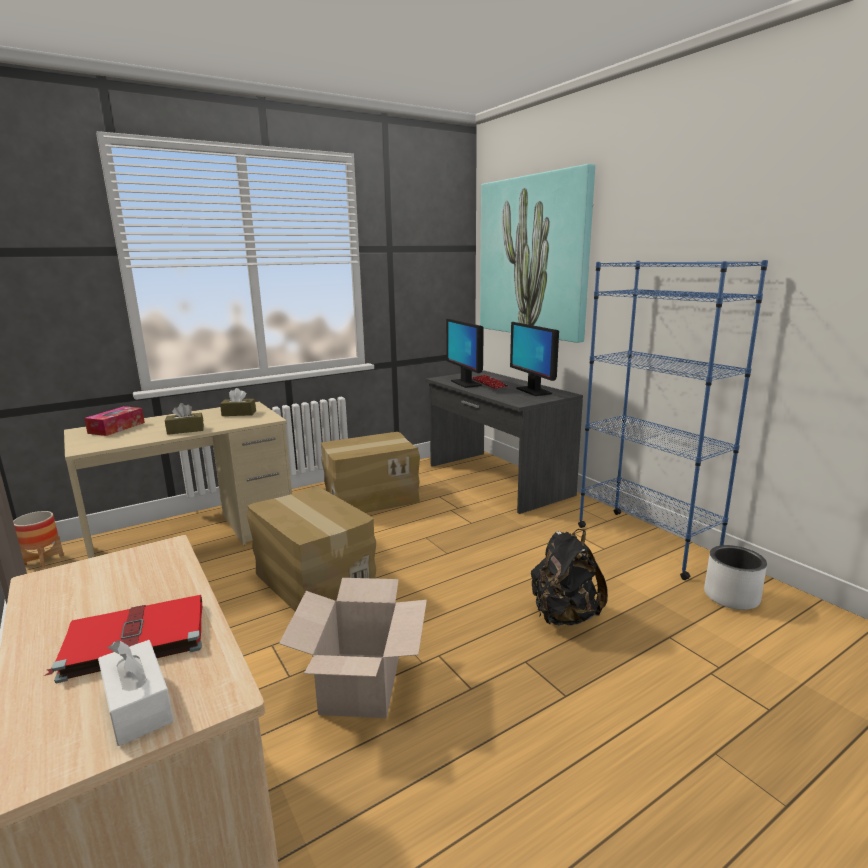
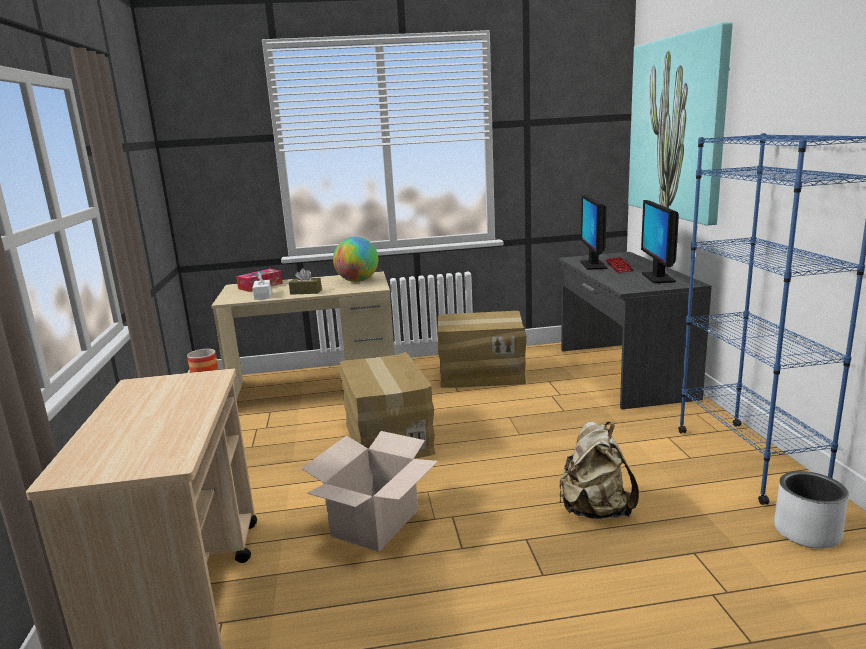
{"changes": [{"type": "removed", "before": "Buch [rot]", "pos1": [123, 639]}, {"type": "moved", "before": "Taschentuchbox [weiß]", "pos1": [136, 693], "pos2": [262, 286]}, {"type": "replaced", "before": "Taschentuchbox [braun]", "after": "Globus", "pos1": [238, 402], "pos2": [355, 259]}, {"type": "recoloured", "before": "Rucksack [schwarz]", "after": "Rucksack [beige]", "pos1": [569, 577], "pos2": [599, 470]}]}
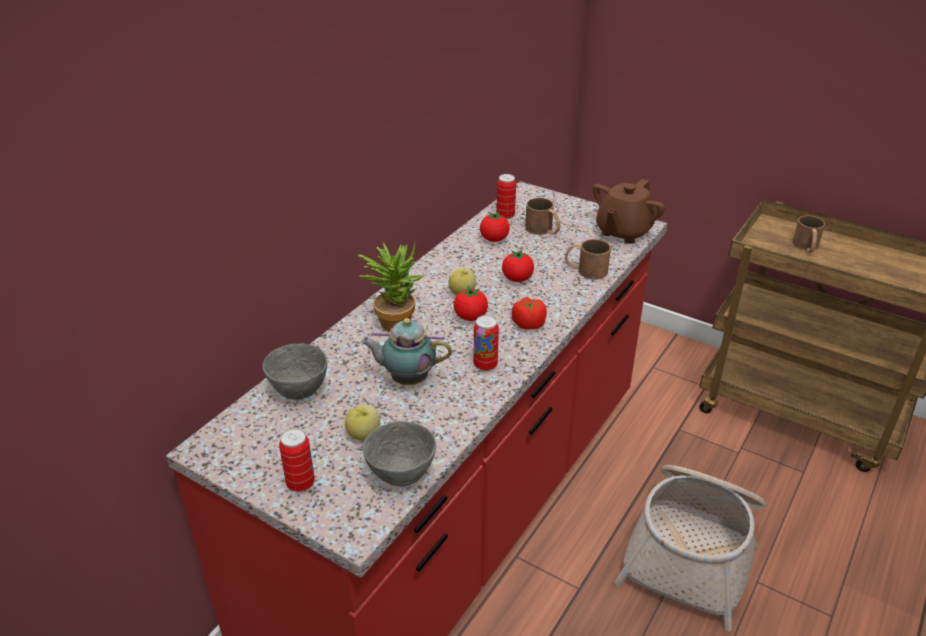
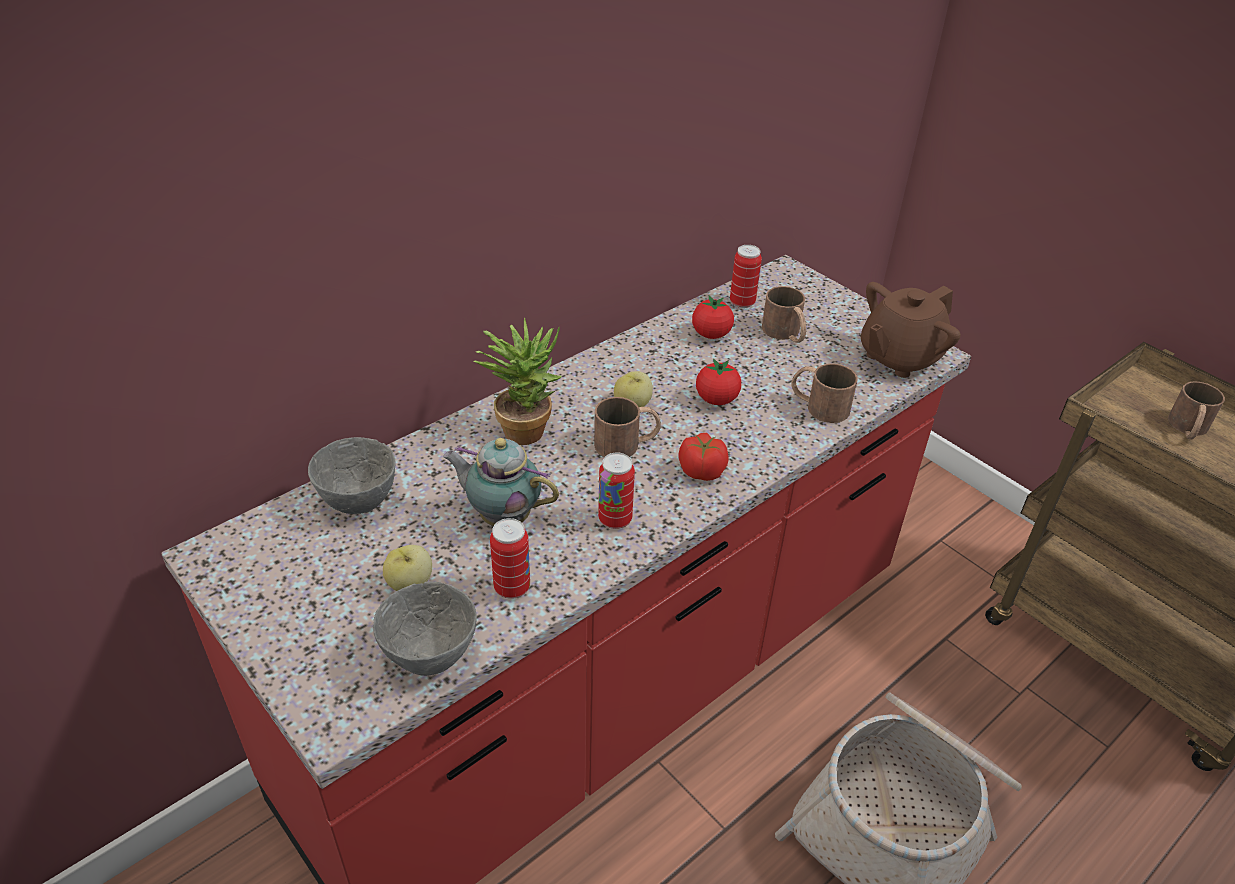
{"changes": [{"type": "moved", "before": "Dose", "pos1": [297, 460], "pos2": [510, 558]}, {"type": "replaced", "before": "Tomate", "after": "Henkelbecher [braun]", "pos1": [471, 303], "pos2": [627, 427]}]}
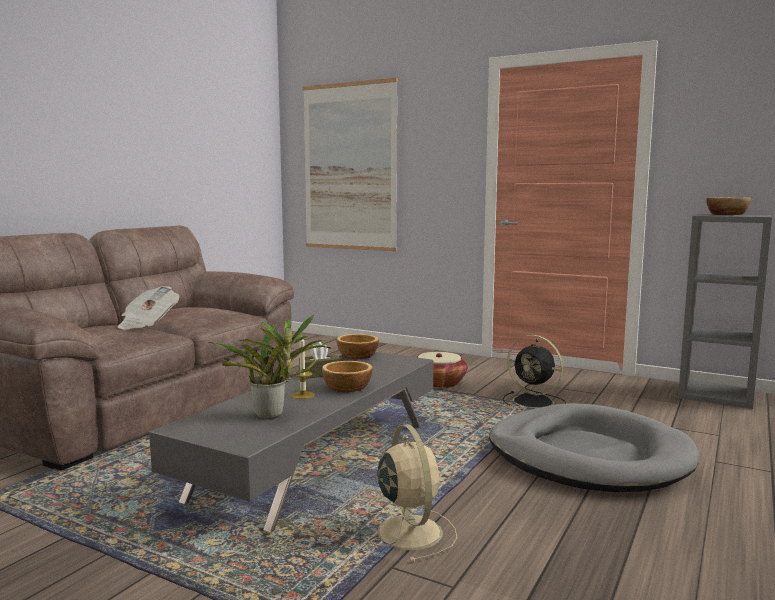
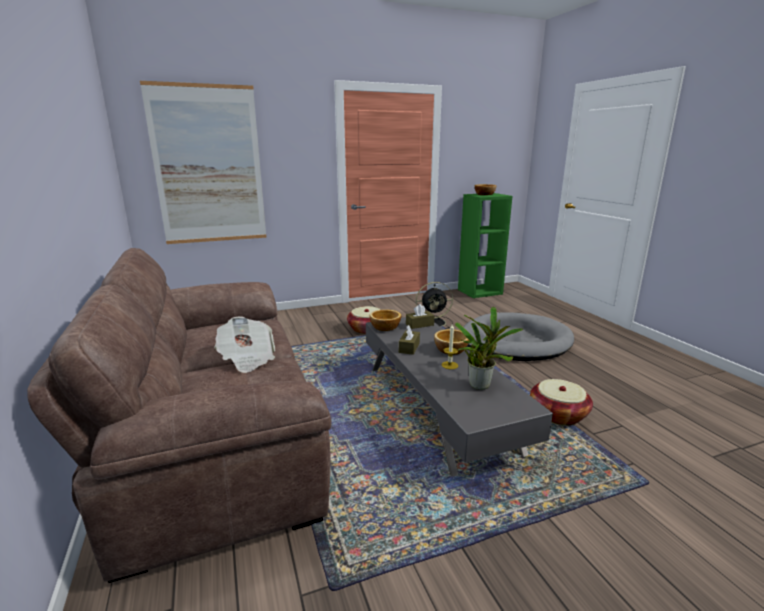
{"changes": [{"type": "replaced", "before": "Ventilator [beige]", "after": "Korb", "pos1": [410, 493], "pos2": [561, 402]}, {"type": "recoloured", "before": "Bücherregal [grau]", "after": "Bücherregal [grün]", "pos1": [725, 311], "pos2": [485, 245]}, {"type": "added", "after": "Taschentuchbox [braun]", "pos2": [420, 316]}]}
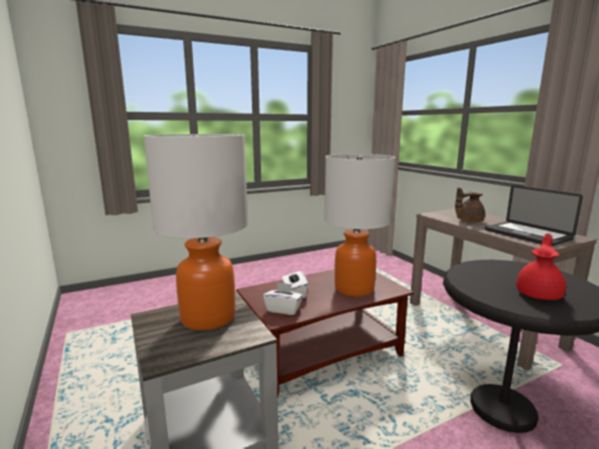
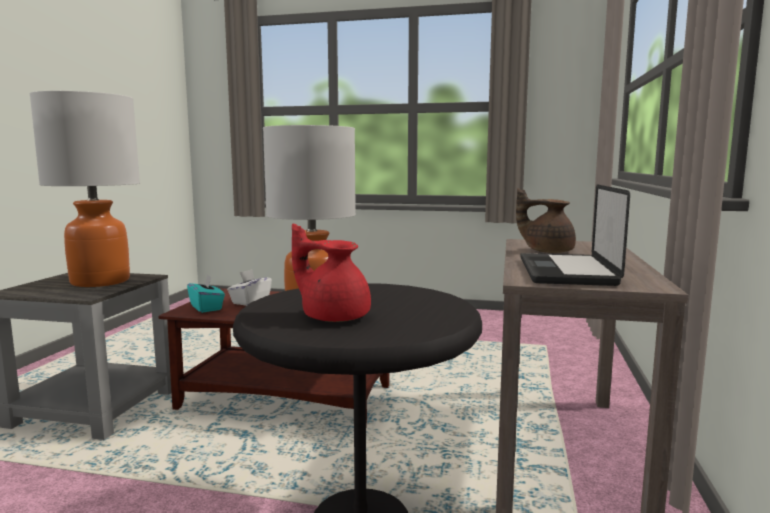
{"changes": [{"type": "recoloured", "before": "Taschentuchbox [weiß]", "after": "Taschentuchbox [türkis]", "pos1": [283, 298], "pos2": [206, 293]}, {"type": "turned", "before": "Teekanne [rot]", "pos1": [541, 266], "pos2": [331, 273], "turn": -135}]}
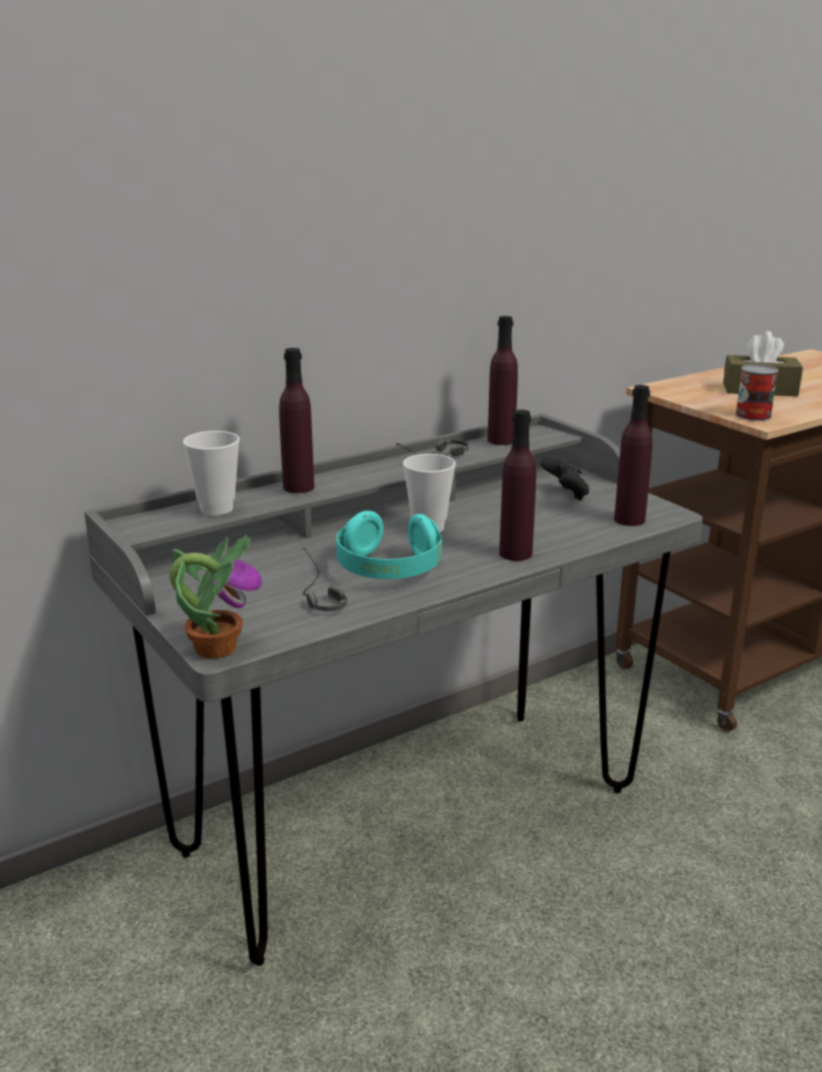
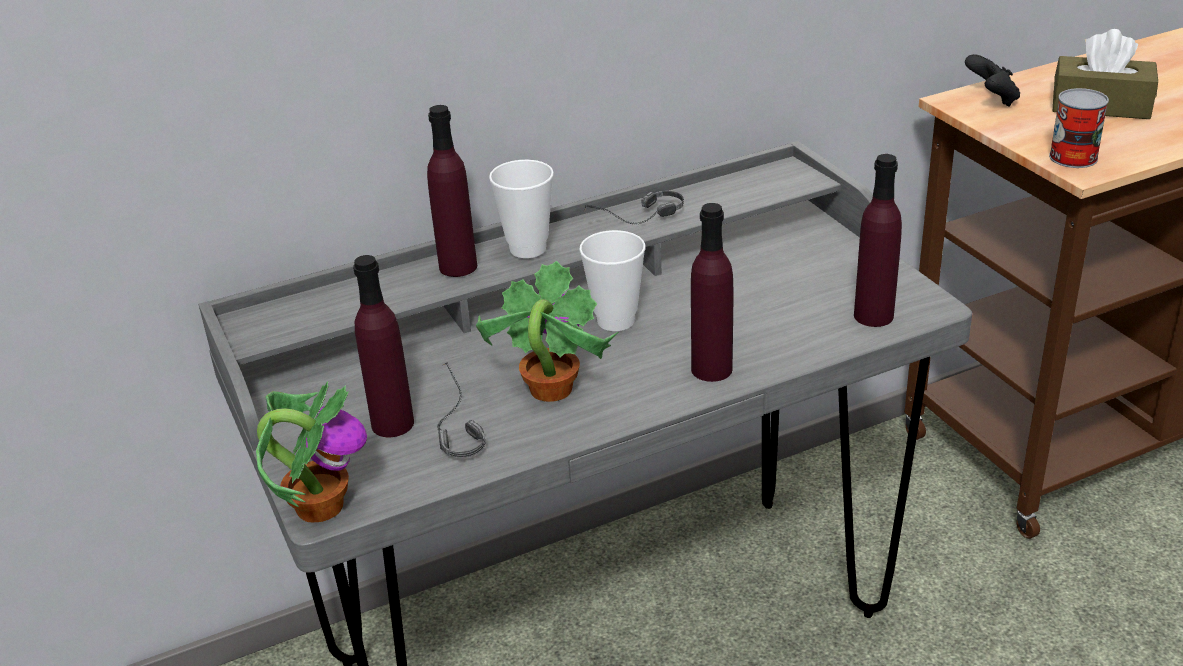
{"changes": [{"type": "moved", "before": "Tasse", "pos1": [211, 473], "pos2": [521, 209]}, {"type": "replaced", "before": "Kopfhörer [türkis]", "after": "Topfpflanze", "pos1": [389, 545], "pos2": [547, 331]}, {"type": "moved", "before": "Flasche [lila]", "pos1": [502, 380], "pos2": [383, 346]}, {"type": "moved", "before": "Gamepad [schwarz]", "pos1": [564, 479], "pos2": [992, 80]}]}
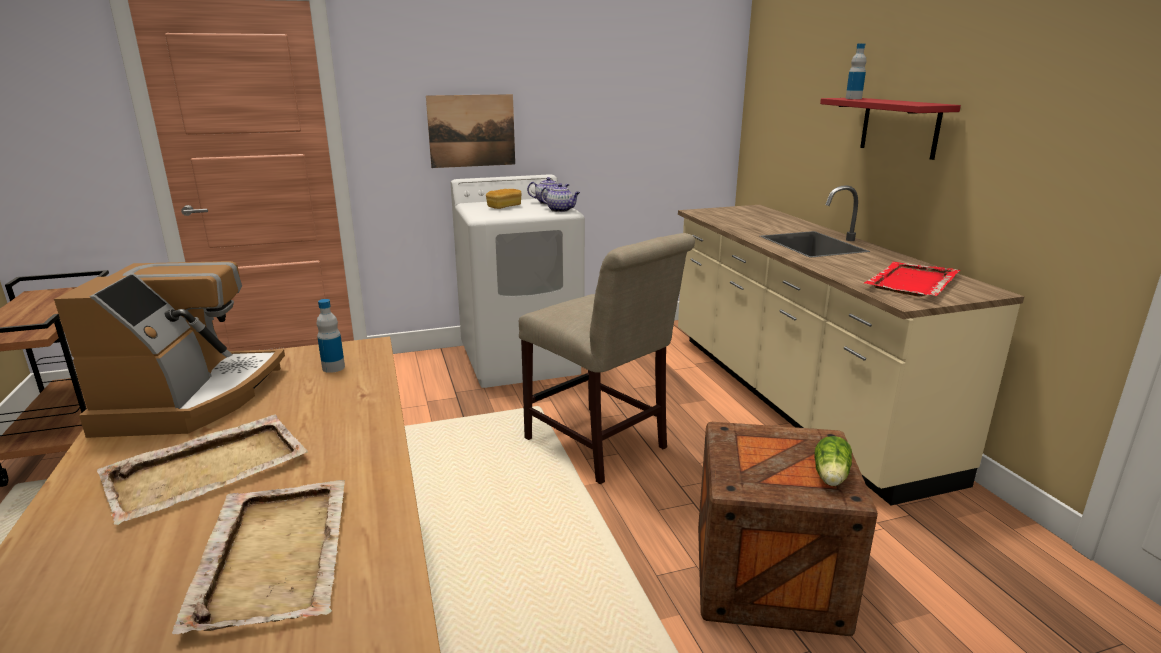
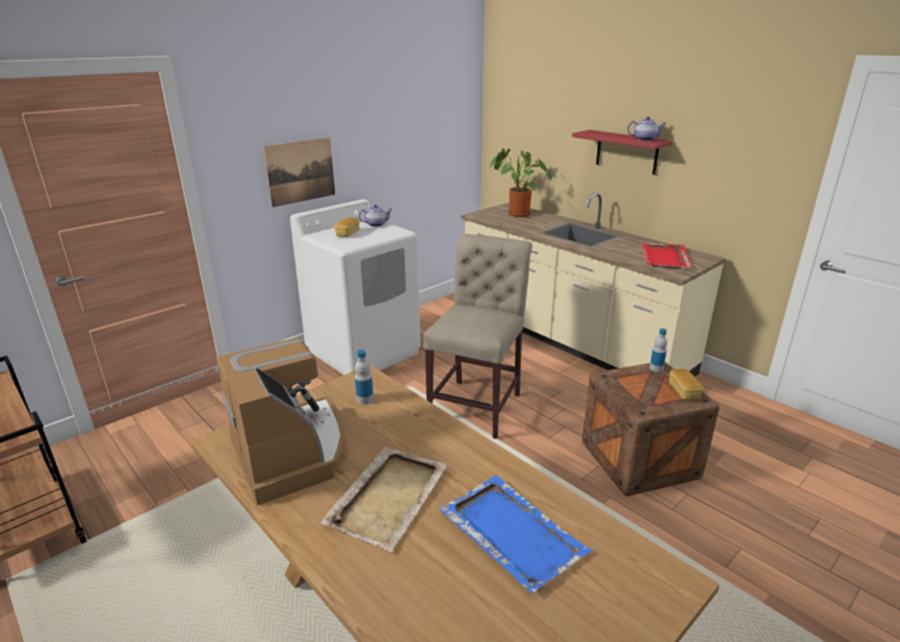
{"changes": [{"type": "recoloured", "before": "Tablett [beige]", "after": "Tablett [blau]", "pos1": [258, 557], "pos2": [515, 534]}, {"type": "turned", "before": "Stuhl [beige]", "pos1": [607, 358], "pos2": [477, 336], "turn": -90}, {"type": "moved", "before": "Teekanne", "pos1": [560, 197], "pos2": [646, 129]}, {"type": "replaced", "before": "Salatkopf", "after": "Brot", "pos1": [833, 461], "pos2": [686, 384]}, {"type": "moved", "before": "Flasche", "pos1": [856, 71], "pos2": [658, 350]}, {"type": "added", "after": "Topfpflanze", "pos2": [521, 182]}]}
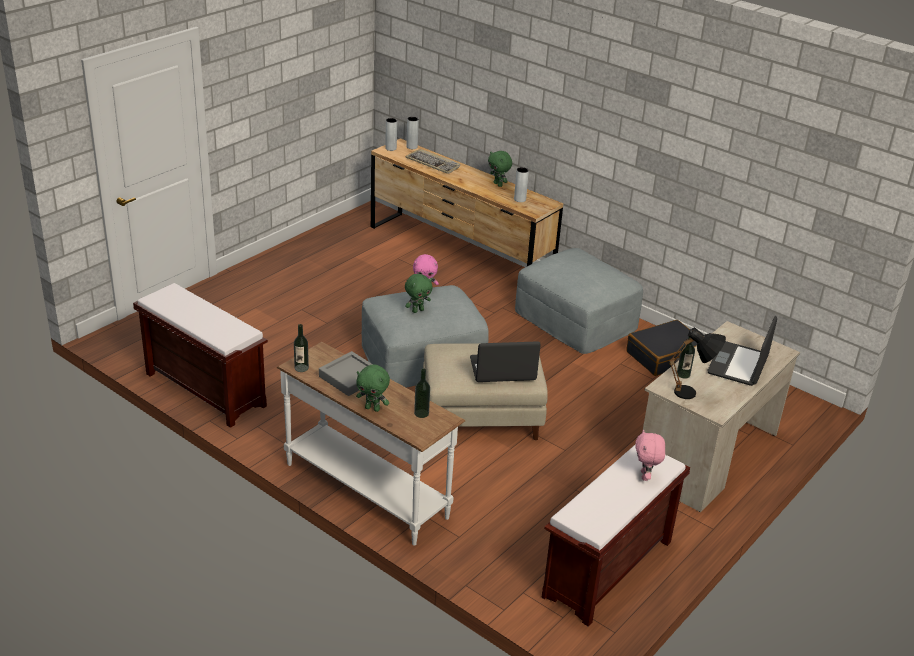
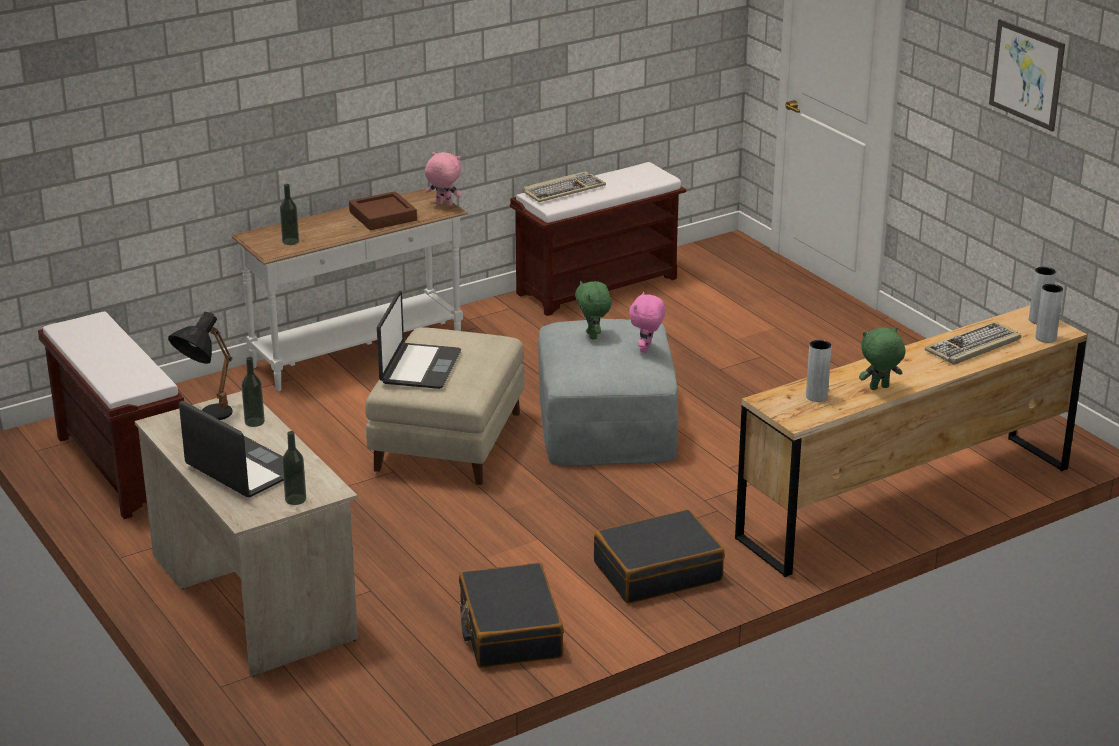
{"changes": [{"type": "moved", "before": "Flasche", "pos1": [301, 348], "pos2": [294, 468]}, {"type": "recoloured", "before": "Tablett [grau]", "after": "Tablett [braun]", "pos1": [346, 373], "pos2": [383, 210]}, {"type": "removed", "before": "Plüschtier [grün]", "pos1": [373, 388]}, {"type": "replaced", "before": "Polsterhocker [grau]", "after": "Koffer [schwarz]", "pos1": [579, 301], "pos2": [659, 556]}, {"type": "moved", "before": "Plüschtier [rosa]", "pos1": [650, 455], "pos2": [443, 179]}, {"type": "added", "after": "Tastatur", "pos2": [564, 186]}, {"type": "added", "after": "Bild", "pos2": [1027, 75]}]}
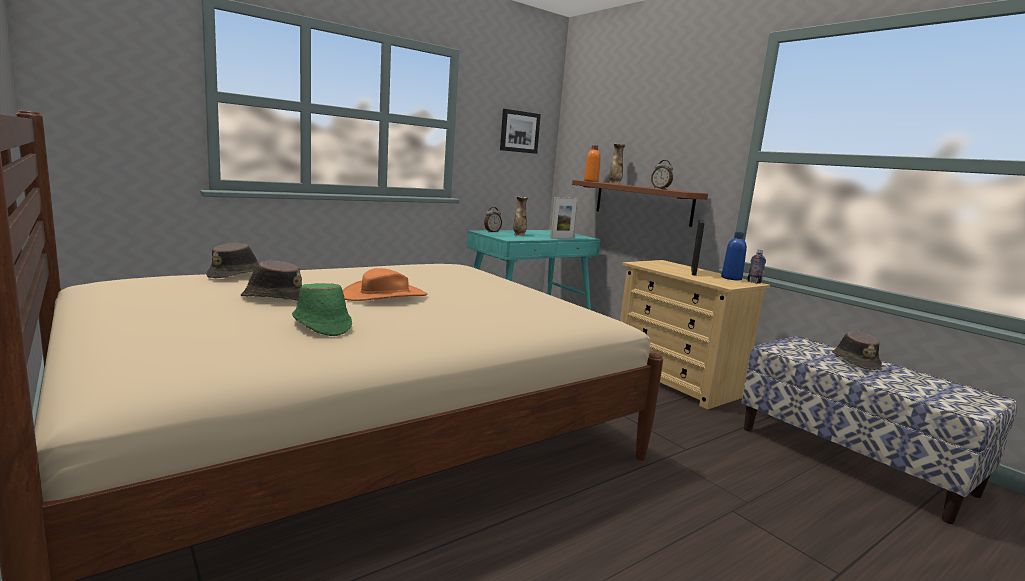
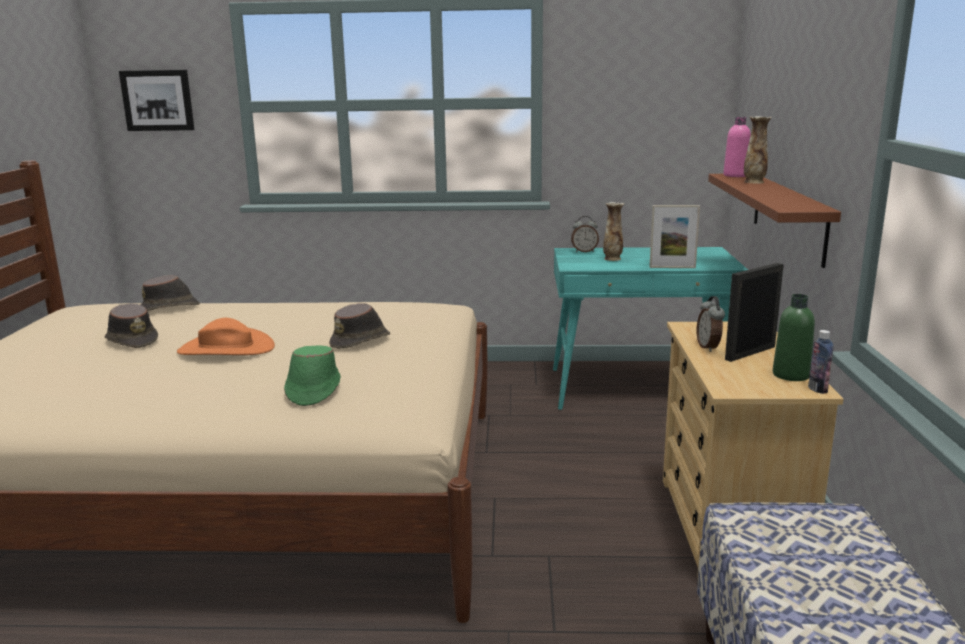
{"changes": [{"type": "moved", "before": "Hut [grün]", "pos1": [322, 309], "pos2": [312, 375]}, {"type": "moved", "before": "Bild", "pos1": [520, 131], "pos2": [156, 100]}, {"type": "recoloured", "before": "Flasche [orange]", "after": "Flasche [rosa]", "pos1": [592, 163], "pos2": [737, 147]}, {"type": "moved", "before": "Wecker", "pos1": [662, 174], "pos2": [711, 324]}, {"type": "recoloured", "before": "Flasche [blau]", "after": "Flasche [grün]", "pos1": [734, 256], "pos2": [794, 337]}, {"type": "moved", "before": "Hut [braun]", "pos1": [857, 350], "pos2": [359, 326]}]}
